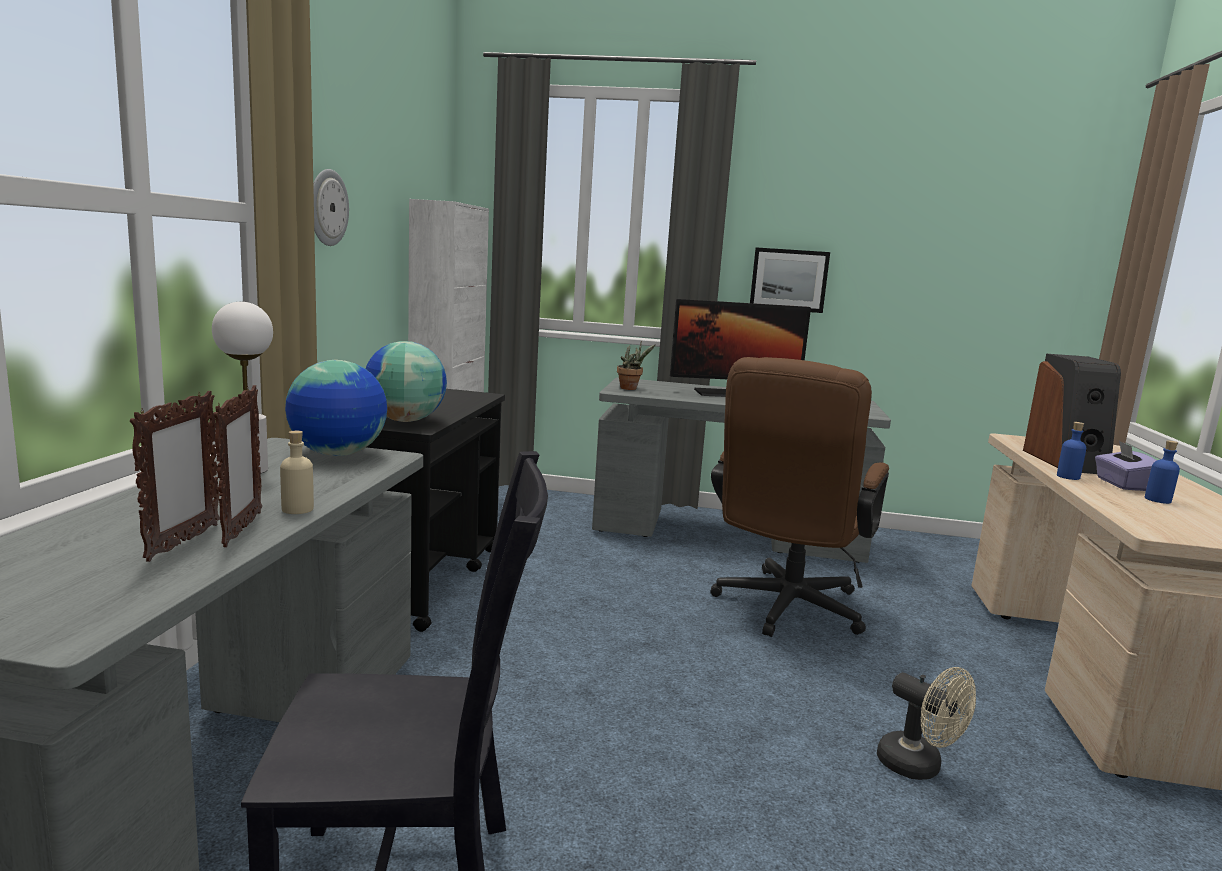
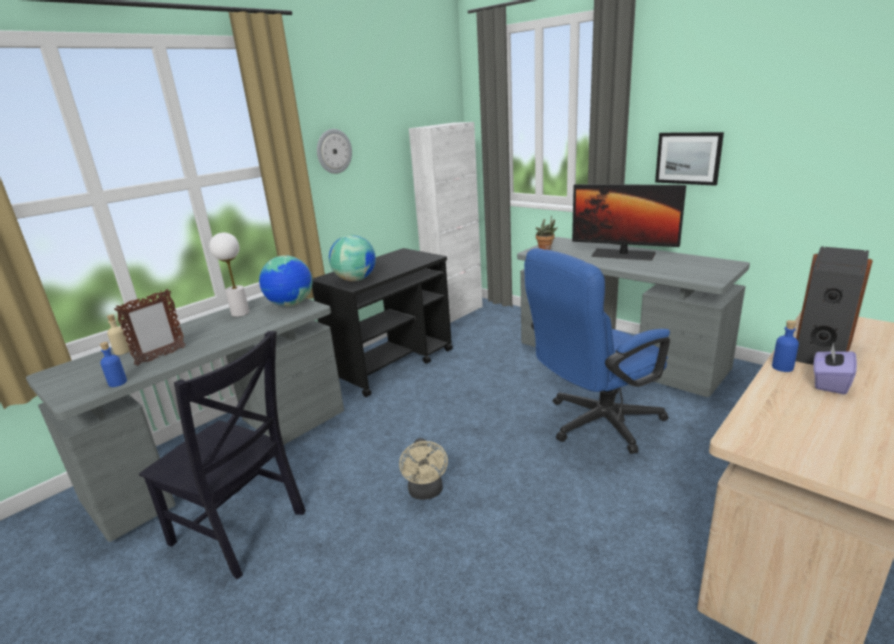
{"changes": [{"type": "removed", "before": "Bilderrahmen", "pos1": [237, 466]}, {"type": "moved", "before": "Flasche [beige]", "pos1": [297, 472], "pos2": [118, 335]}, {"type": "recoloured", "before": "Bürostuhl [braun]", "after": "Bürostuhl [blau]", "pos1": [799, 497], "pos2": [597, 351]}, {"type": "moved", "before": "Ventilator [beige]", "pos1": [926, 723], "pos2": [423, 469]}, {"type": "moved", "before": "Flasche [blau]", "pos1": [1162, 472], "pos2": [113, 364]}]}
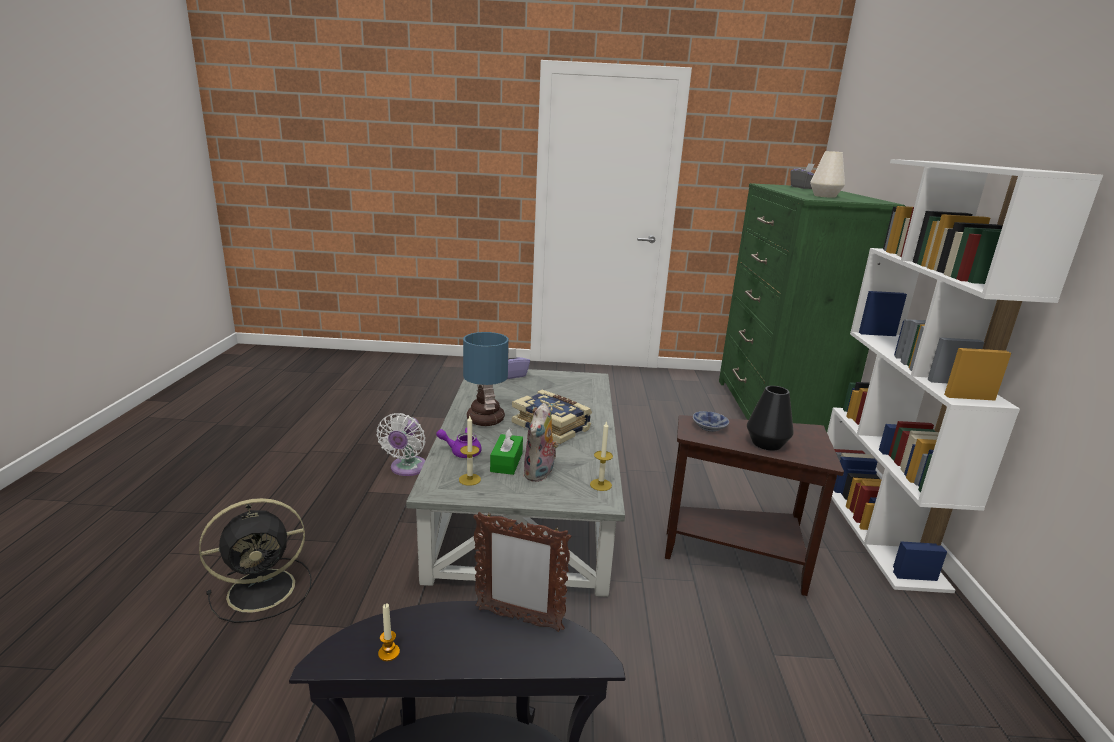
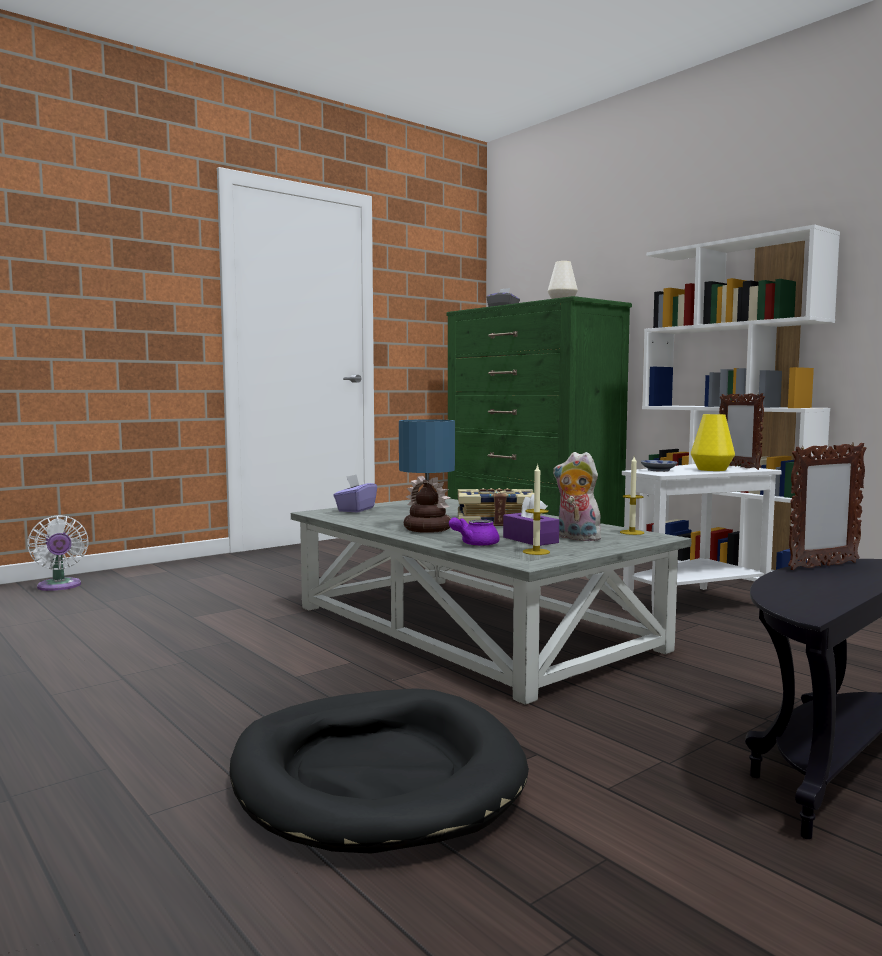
{"changes": [{"type": "replaced", "before": "Ventilator [schwarz]", "after": "Hundebett [schwarz]", "pos1": [255, 560], "pos2": [379, 771]}, {"type": "moved", "before": "Ventilator [weiß]", "pos1": [401, 444], "pos2": [58, 553]}, {"type": "removed", "before": "Kerze", "pos1": [389, 632]}, {"type": "recoloured", "before": "Taschentuchbox [grün]", "after": "Taschentuchbox [lila]", "pos1": [506, 451], "pos2": [531, 520]}, {"type": "turned", "before": "Plüschtier", "pos1": [541, 442], "pos2": [577, 496], "turn": 150}, {"type": "recoloured", "before": "Beistelltisch [braun]", "after": "Beistelltisch [weiß]", "pos1": [754, 505], "pos2": [702, 540]}, {"type": "recoloured", "before": "Vase [schwarz]", "after": "Vase [gelb]", "pos1": [770, 418], "pos2": [713, 442]}, {"type": "added", "after": "Bilderrahmen", "pos2": [742, 431]}]}
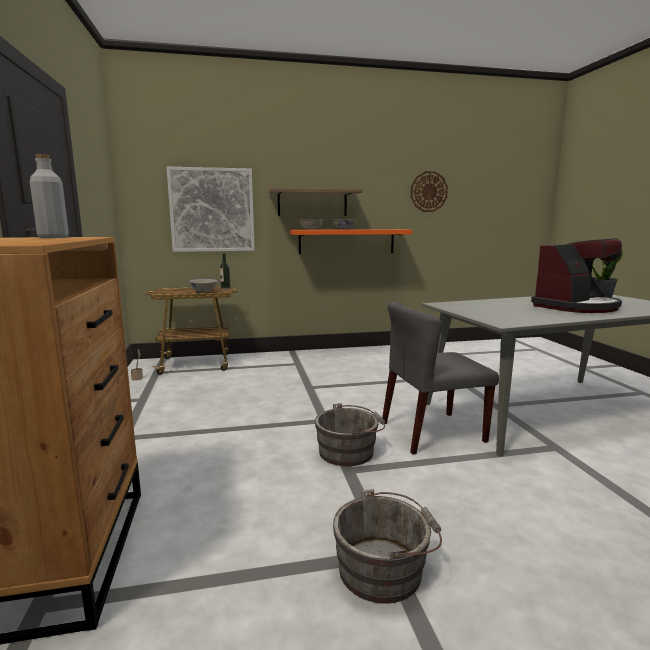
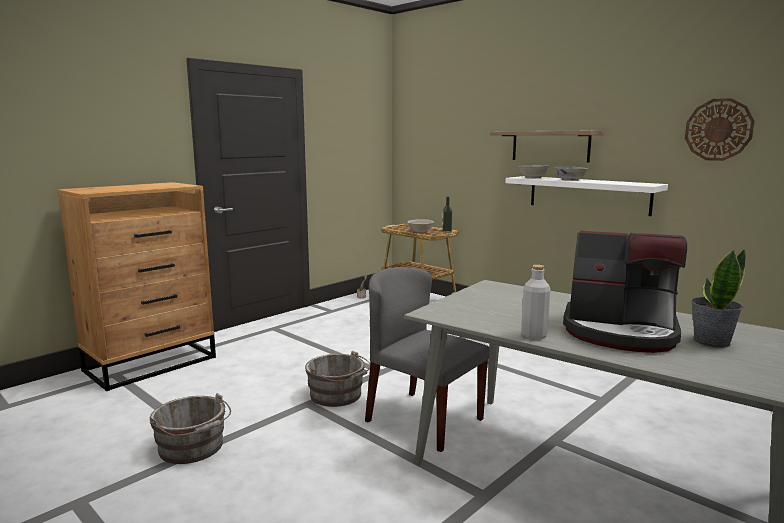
{"changes": [{"type": "moved", "before": "Flasche [grau]", "pos1": [49, 196], "pos2": [536, 302]}, {"type": "removed", "before": "Bild", "pos1": [211, 209]}, {"type": "recoloured", "before": "Wandregal [orange]", "after": "Wandregal [weiß]", "pos1": [351, 241], "pos2": [586, 196]}]}
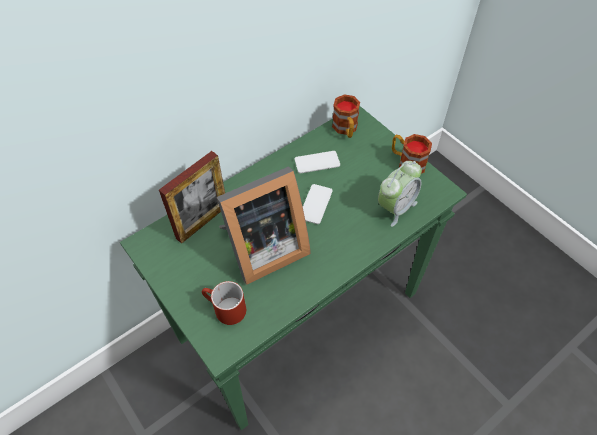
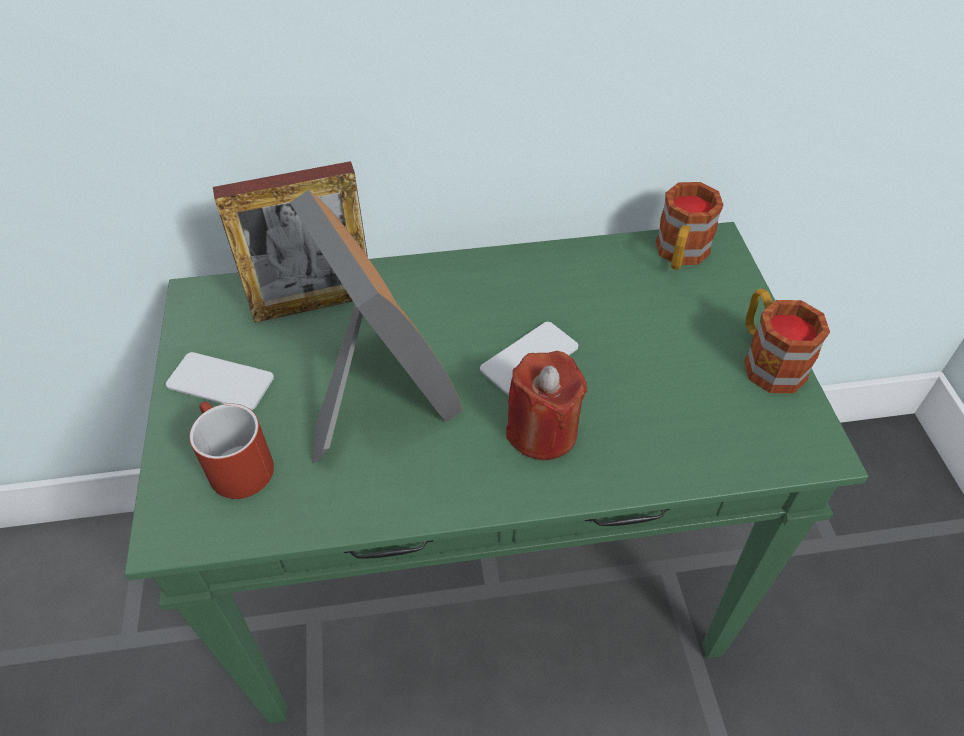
{"changes": [{"type": "turned", "before": "Bilderrahmen", "pos1": [263, 225], "pos2": [376, 326], "turn": -120}, {"type": "moved", "before": "Handy", "pos1": [317, 162], "pos2": [220, 381]}, {"type": "removed", "before": "Wecker", "pos1": [400, 194]}, {"type": "added", "after": "Kerze [rot]", "pos2": [546, 405]}]}
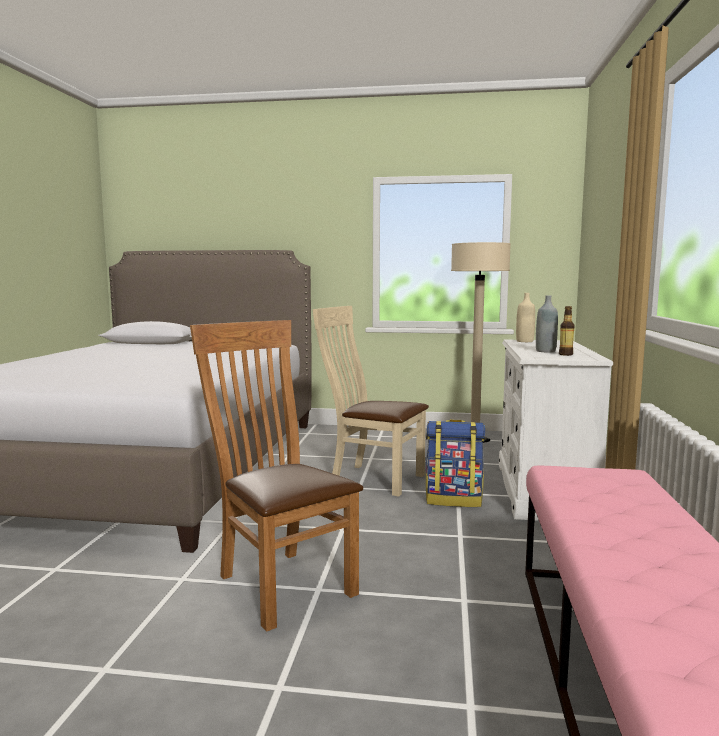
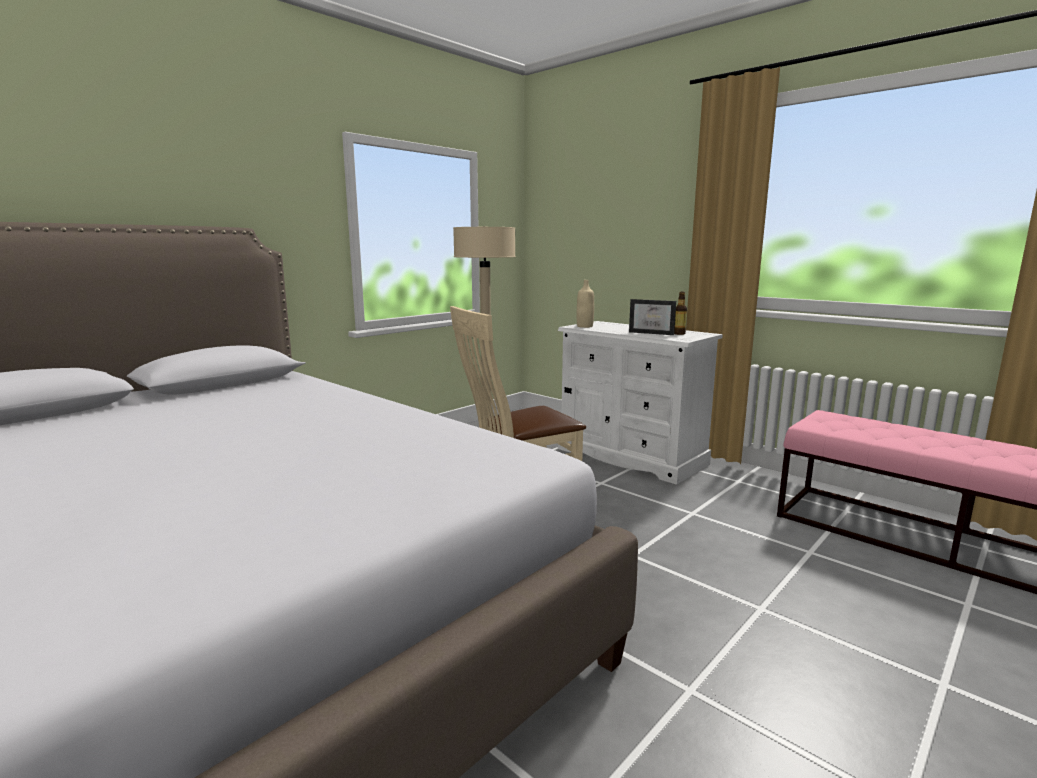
{"changes": [{"type": "removed", "before": "Stuhl [braun]", "pos1": [276, 476]}, {"type": "removed", "before": "Rucksack", "pos1": [455, 463]}, {"type": "replaced", "before": "Flasche [grau]", "after": "Bilderrahmen", "pos1": [547, 323], "pos2": [652, 317]}]}
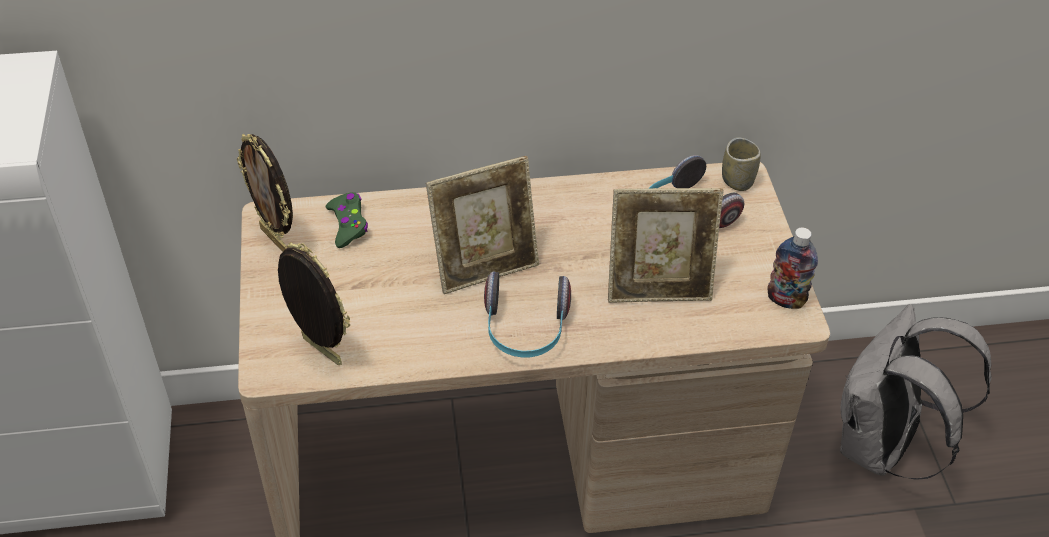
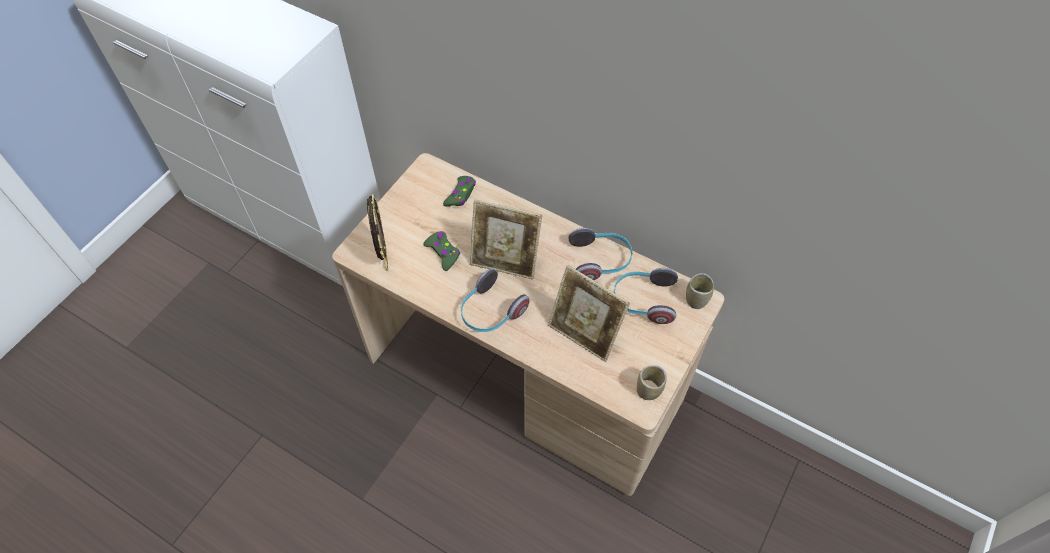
{"changes": [{"type": "removed", "before": "Bilderrahmen", "pos1": [265, 193]}, {"type": "replaced", "before": "Flasche", "after": "Tasse", "pos1": [793, 268], "pos2": [652, 382]}, {"type": "removed", "before": "Rucksack [grau]", "pos1": [916, 392]}, {"type": "added", "after": "Gamepad [grün]", "pos2": [441, 251]}, {"type": "added", "after": "Kopfhörer", "pos2": [600, 254]}]}
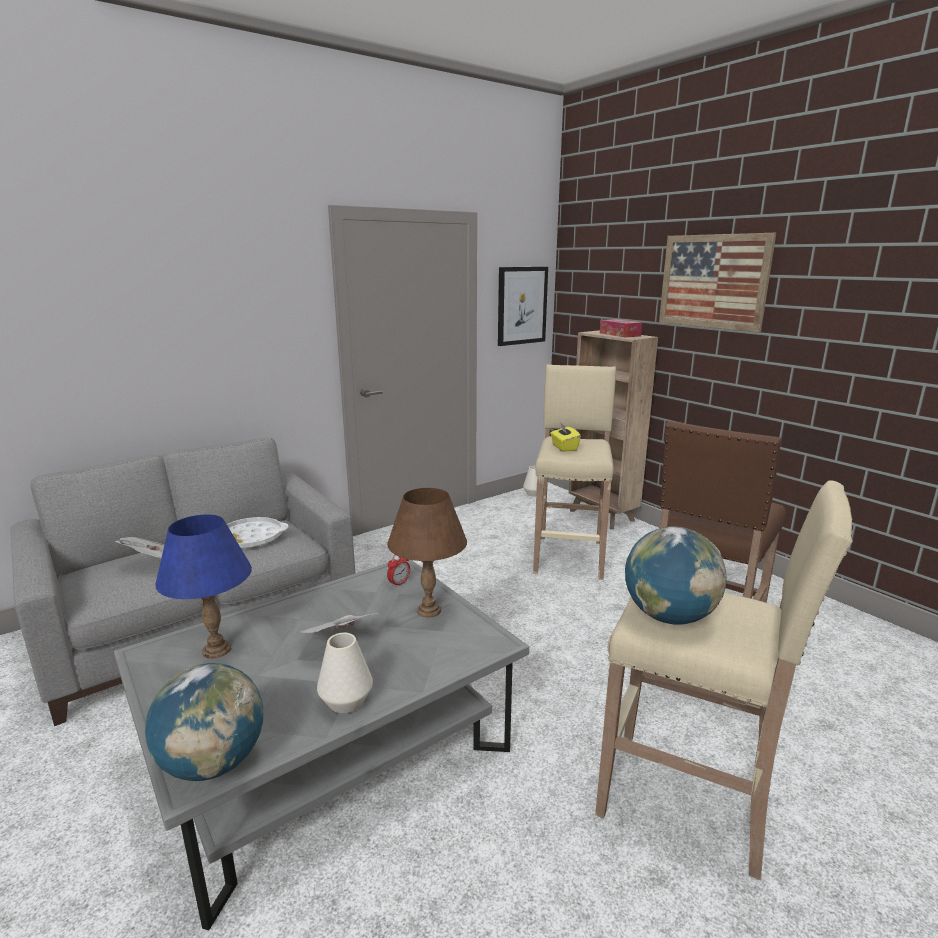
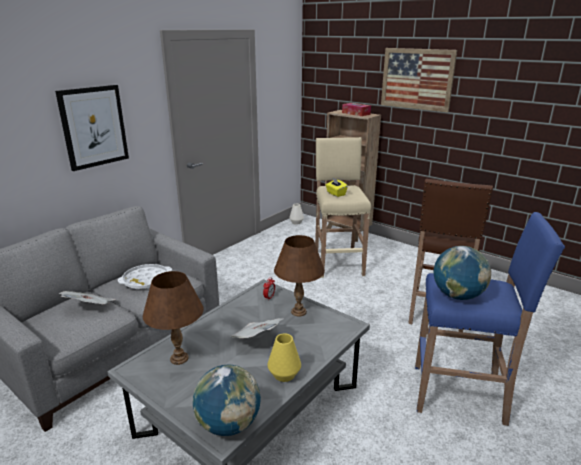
{"changes": [{"type": "recoloured", "before": "Tischlampe [blau]", "after": "Tischlampe [braun]", "pos1": [203, 586], "pos2": [173, 318]}, {"type": "recoloured", "before": "Vase [weiß]", "after": "Vase [gelb]", "pos1": [345, 673], "pos2": [284, 357]}, {"type": "moved", "before": "Bild", "pos1": [523, 306], "pos2": [92, 128]}, {"type": "recoloured", "before": "Hocker [beige]", "after": "Hocker [blau]", "pos1": [724, 680], "pos2": [490, 319]}]}
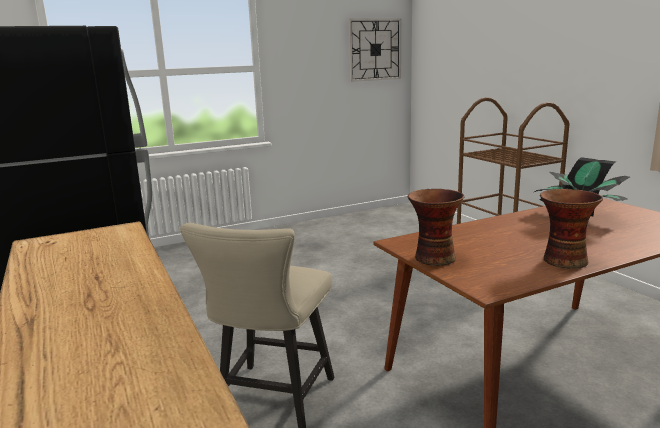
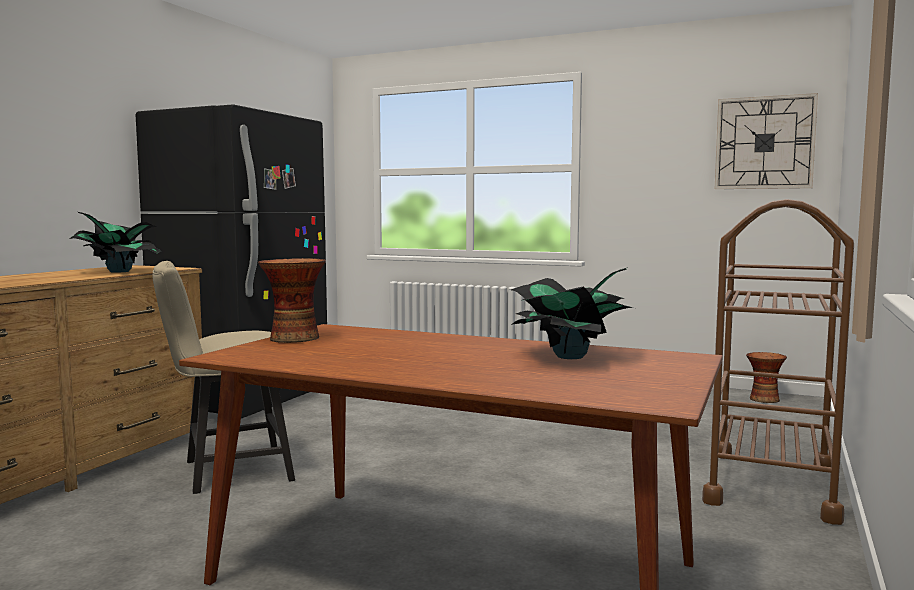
{"changes": [{"type": "moved", "before": "Vase", "pos1": [571, 229], "pos2": [766, 377]}, {"type": "added", "after": "Topfpflanze", "pos2": [115, 242]}]}
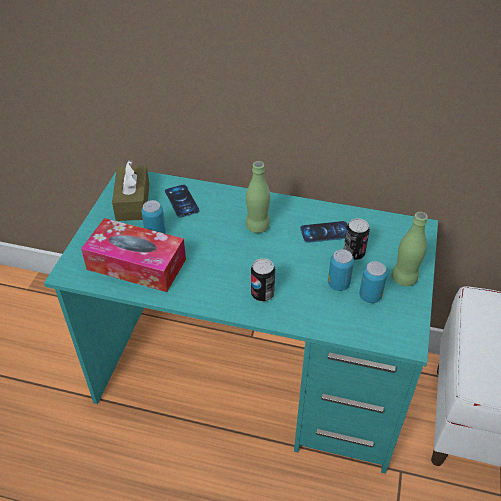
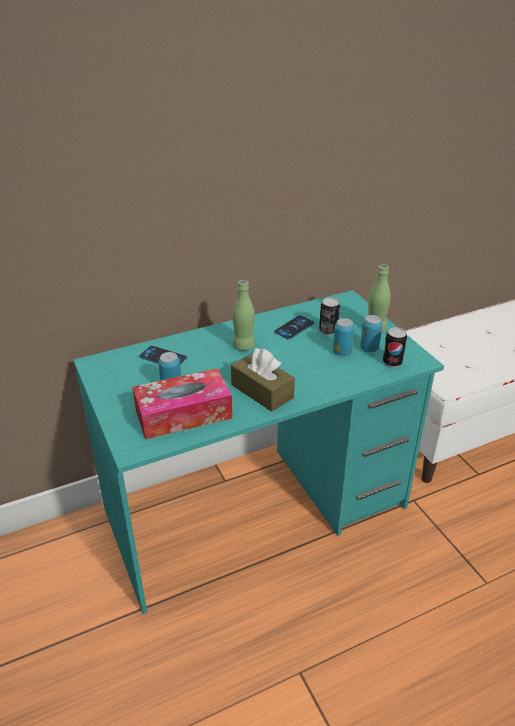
{"changes": [{"type": "moved", "before": "Taschentuchbox [braun]", "pos1": [130, 190], "pos2": [263, 380]}, {"type": "moved", "before": "Dose", "pos1": [263, 280], "pos2": [395, 347]}]}
